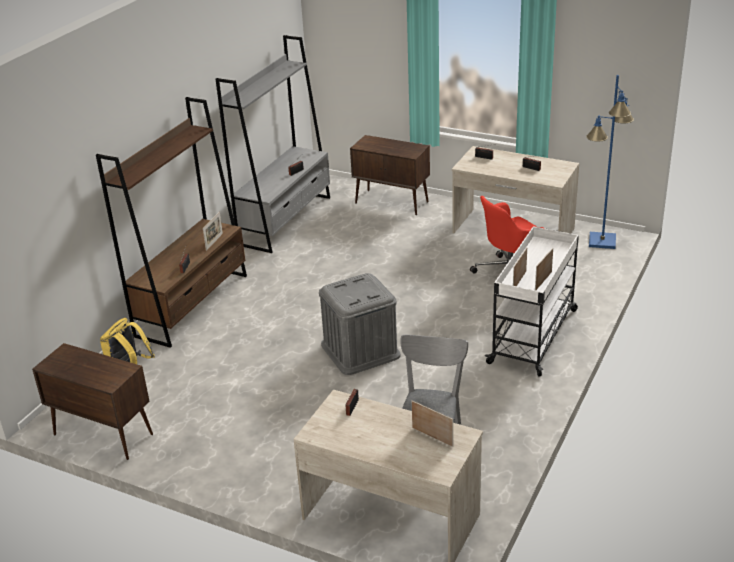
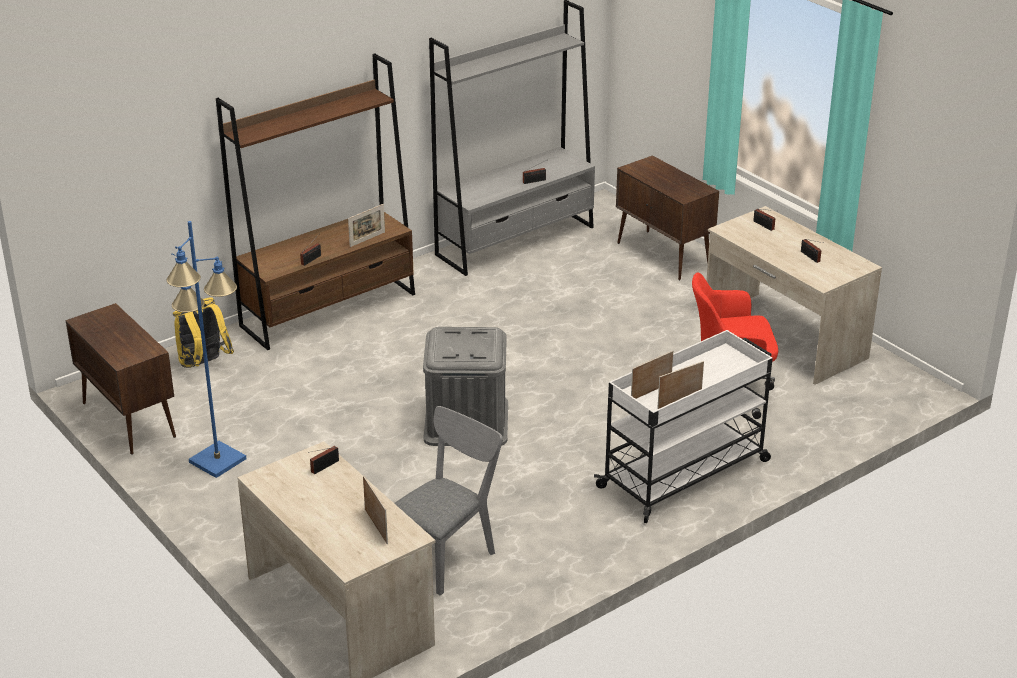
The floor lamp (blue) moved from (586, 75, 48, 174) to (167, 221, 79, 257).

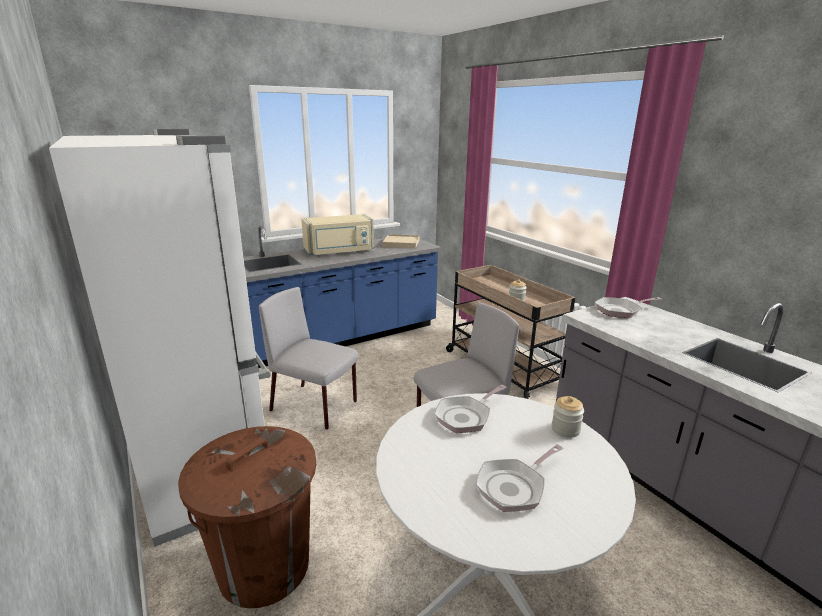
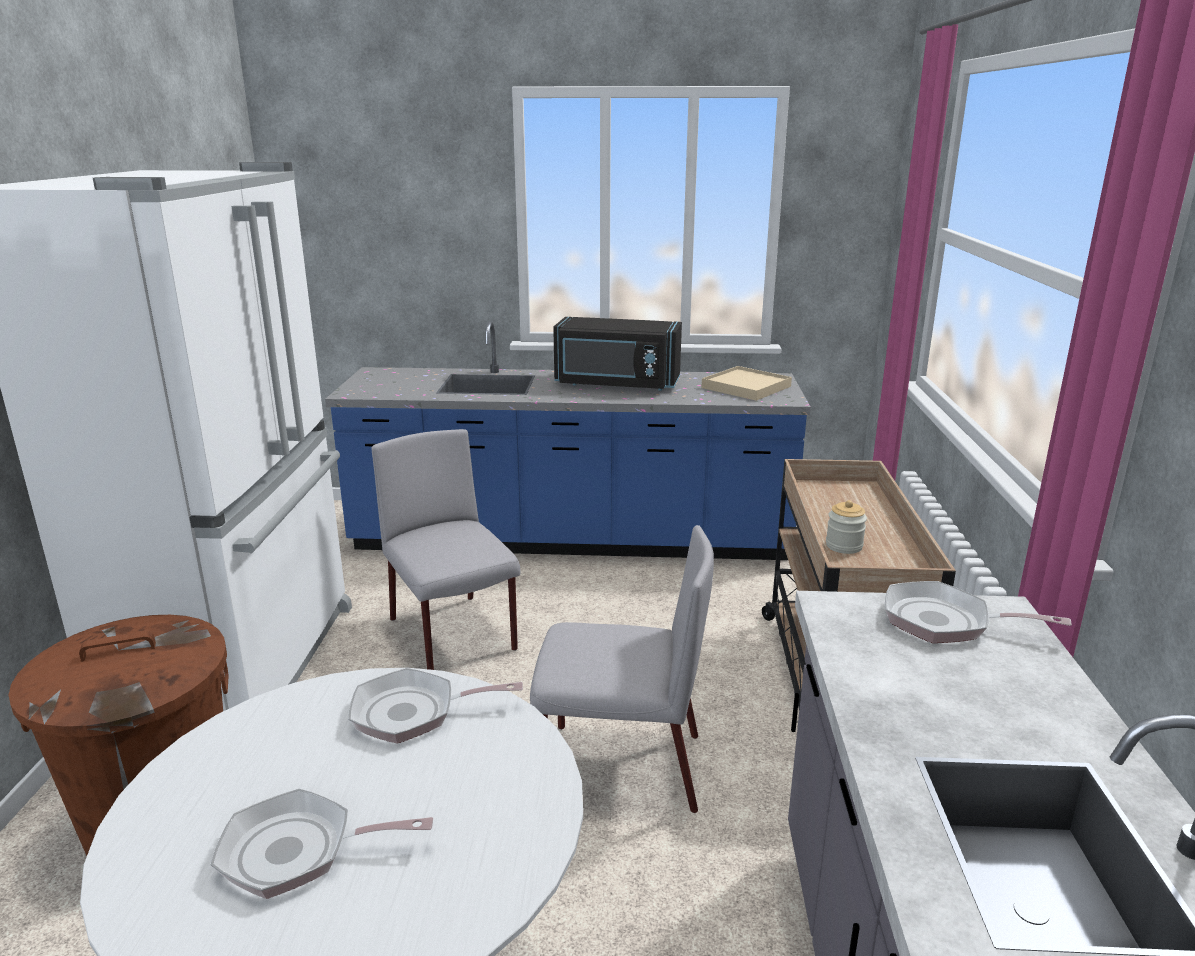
The microwave (beige) at (301, 214, 73, 42) became the microwave (black) at (553, 317, 129, 74). The jar at (552, 396, 32, 42) disappeared.

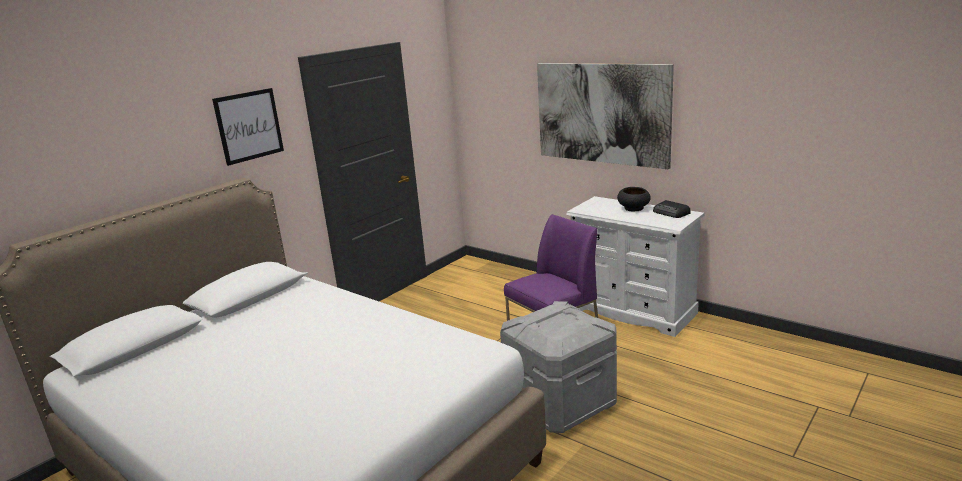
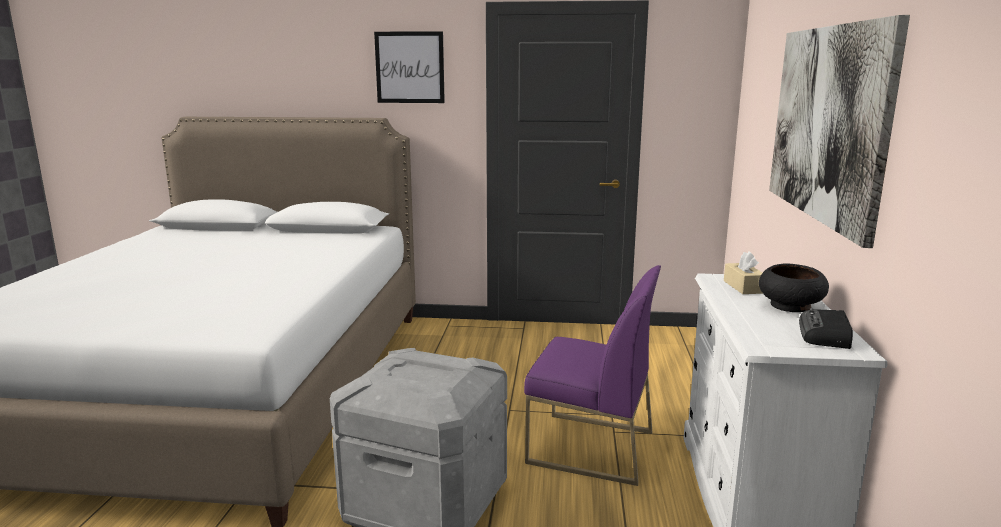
The tissue box (beige) at (724, 251, 39, 43) appeared.

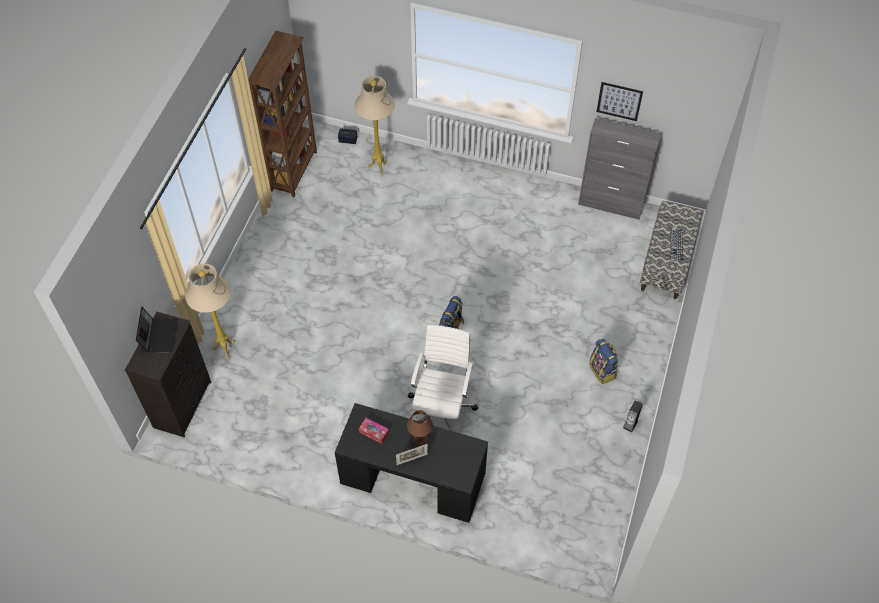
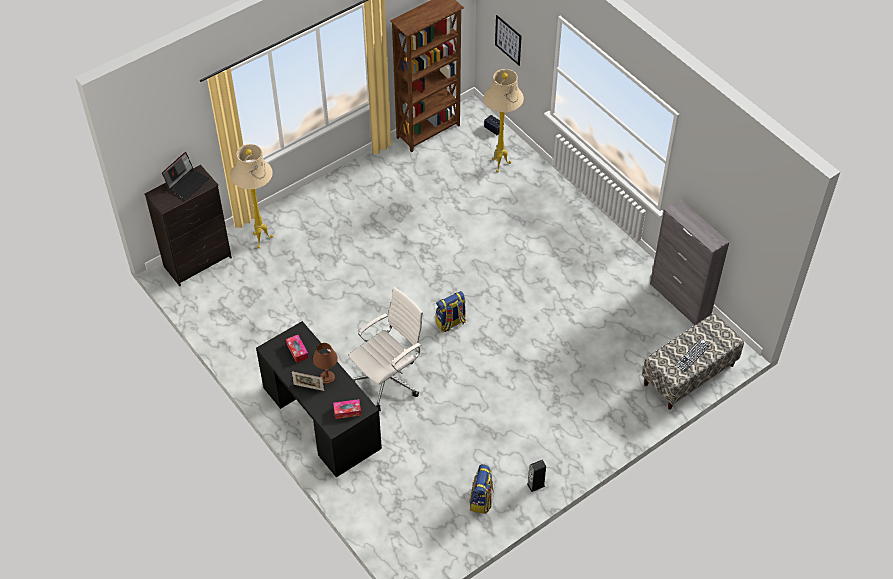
The tissue box at (333, 399, 28, 20) appeared. The backpack moved from (589, 339, 30, 45) to (469, 464, 25, 50). The picture moved from (597, 82, 46, 39) to (495, 15, 27, 51).

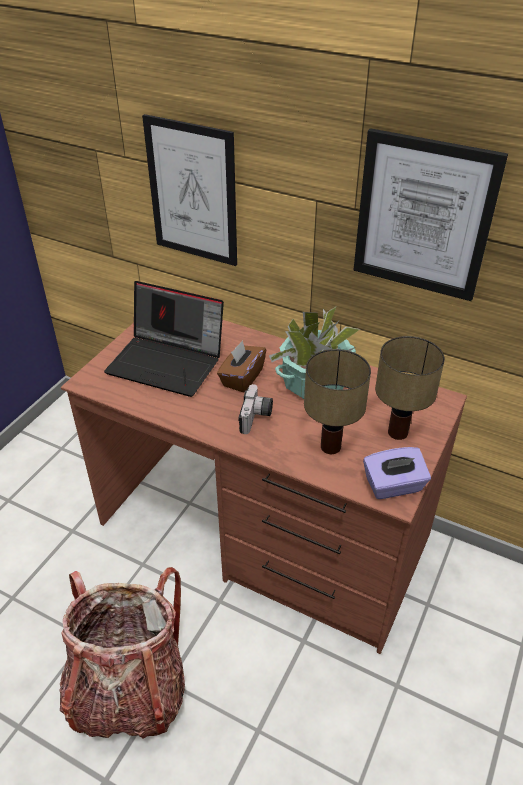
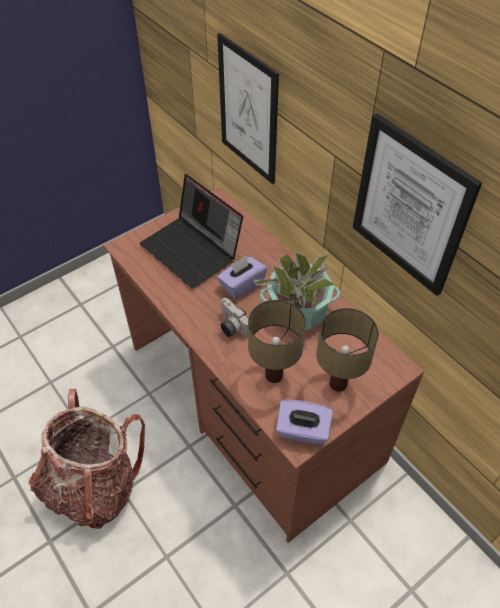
The tissue box (brown) at (217, 340, 49, 53) became the tissue box (purple) at (217, 256, 50, 43). The photo camera at (238, 384, 35, 50) turned 105 degrees clockwise.

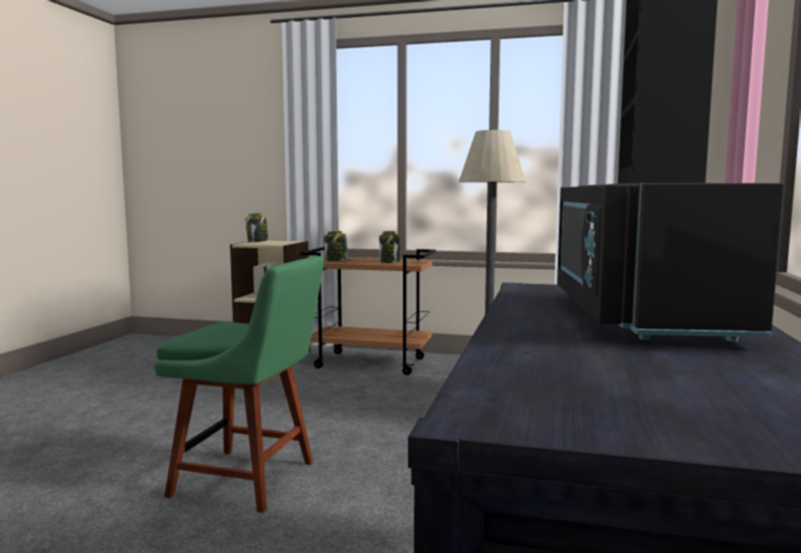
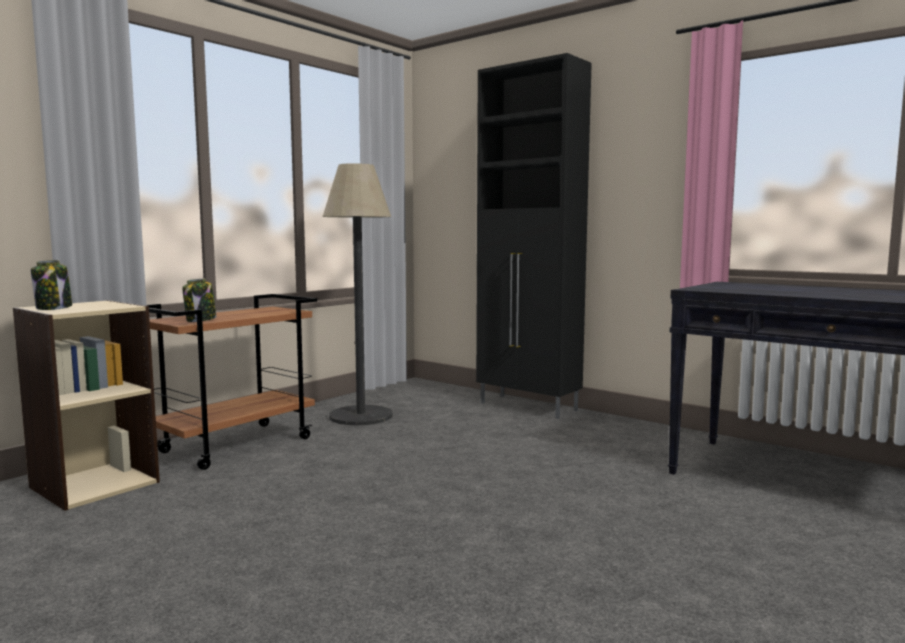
The chair (green) at (154, 256, 170, 257) disappeared. The jar at (379, 231, 21, 32) disappeared. The microwave (black) at (557, 183, 227, 159) disappeared.

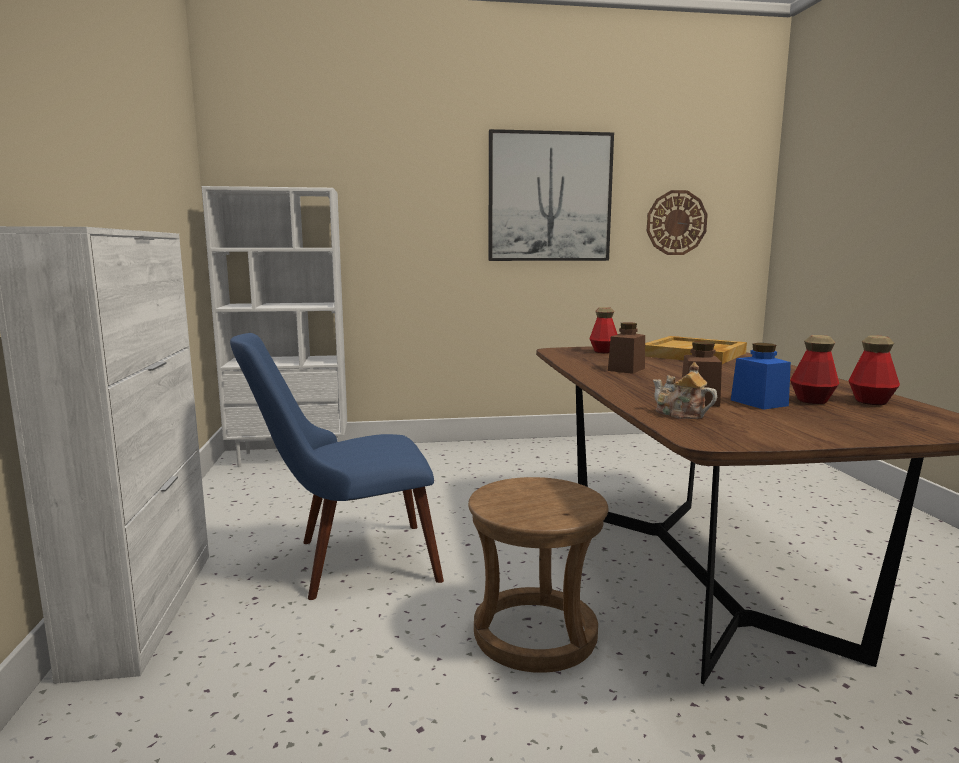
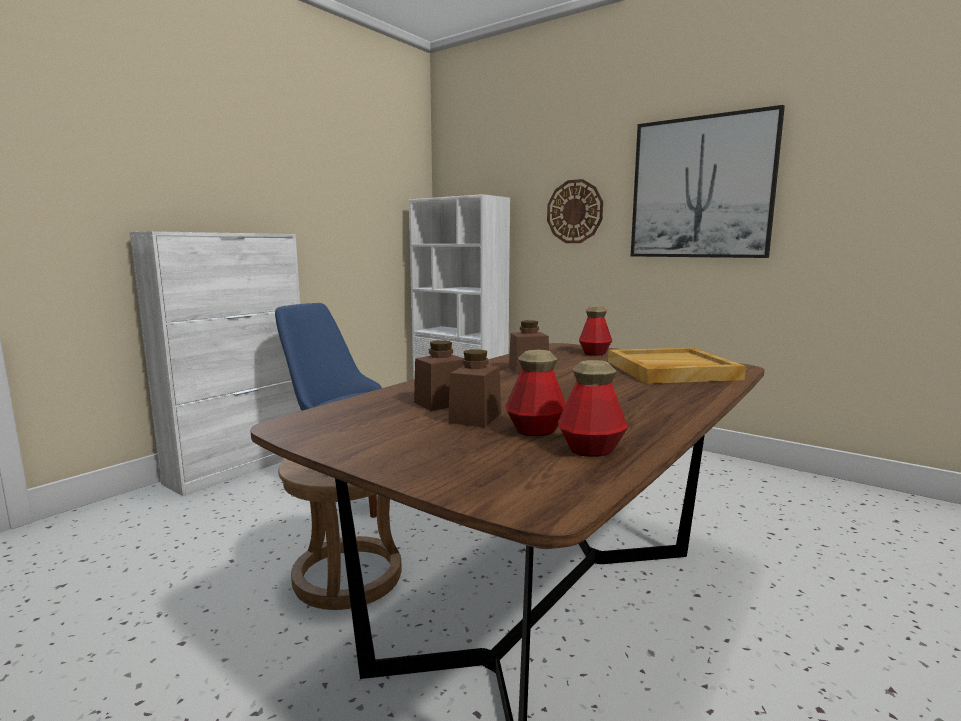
The jar (blue) at (731, 343, 60, 66) became the jar (brown) at (448, 349, 53, 78). The wall clock moved from (647, 190, 61, 65) to (547, 179, 56, 64). The teapot at (653, 362, 64, 57) disappeared.

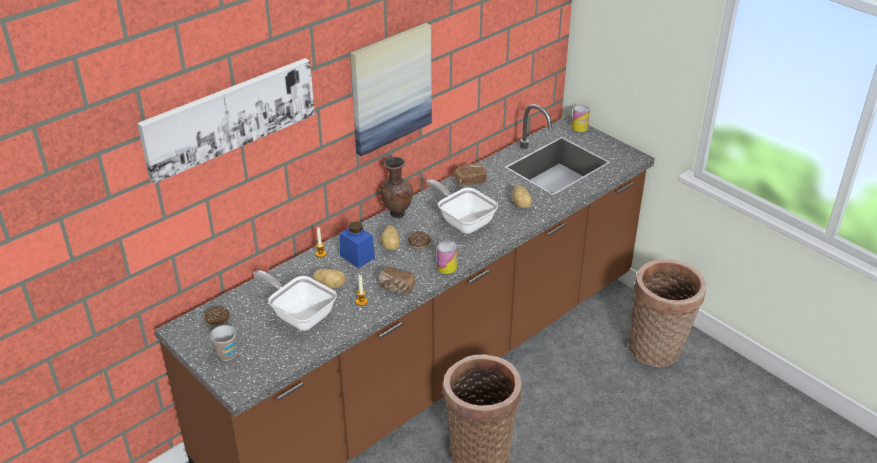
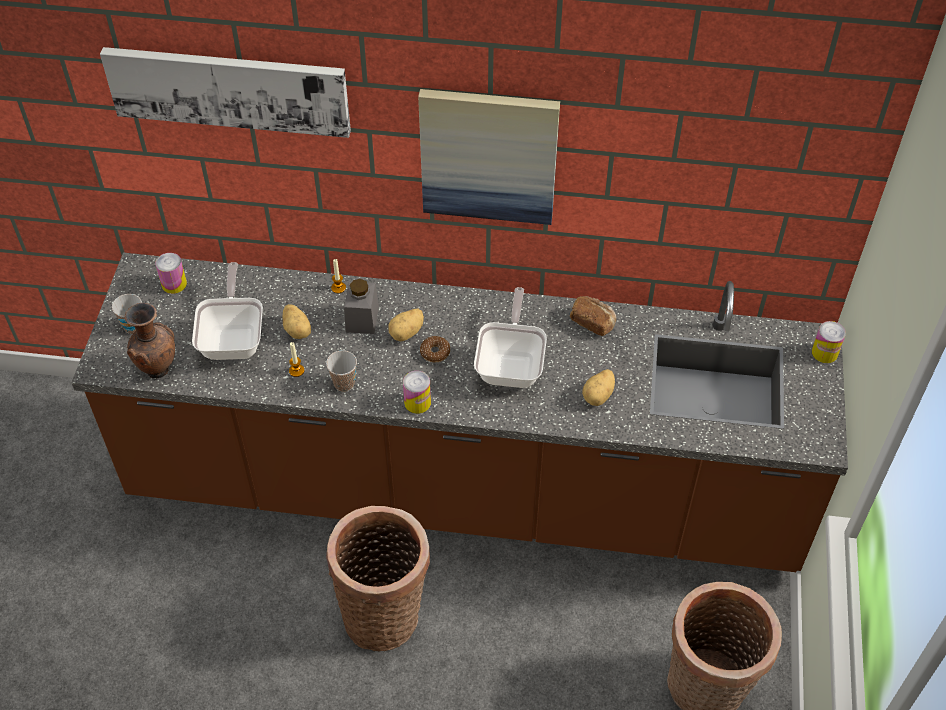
The vase (brown) moved from (380, 157, 33, 61) to (125, 303, 50, 75). The donut at (204, 306, 26, 20) was replaced by the can at (155, 253, 32, 41). The bread at (378, 267, 37, 26) was replaced by the cup at (326, 350, 31, 42). The jar (blue) at (340, 221, 35, 47) became the jar (grey) at (344, 279, 35, 55).

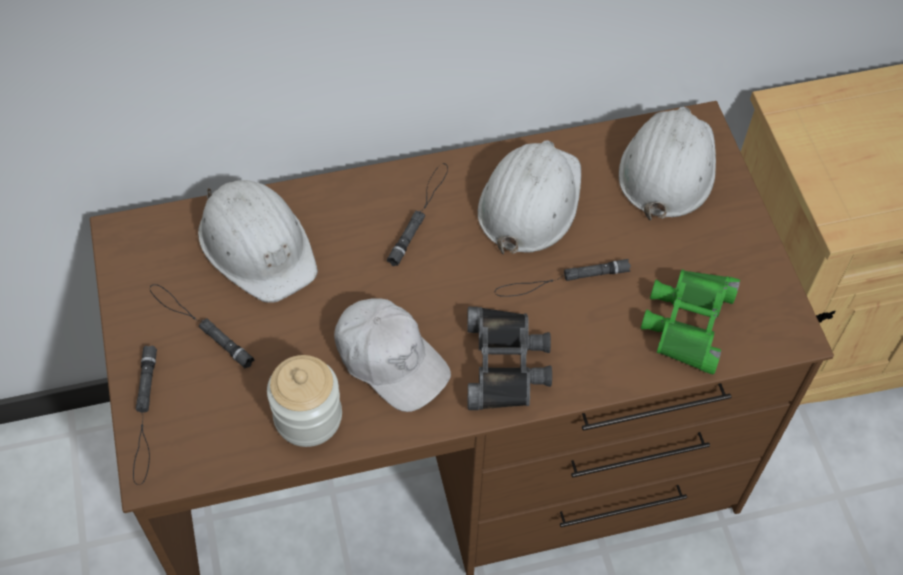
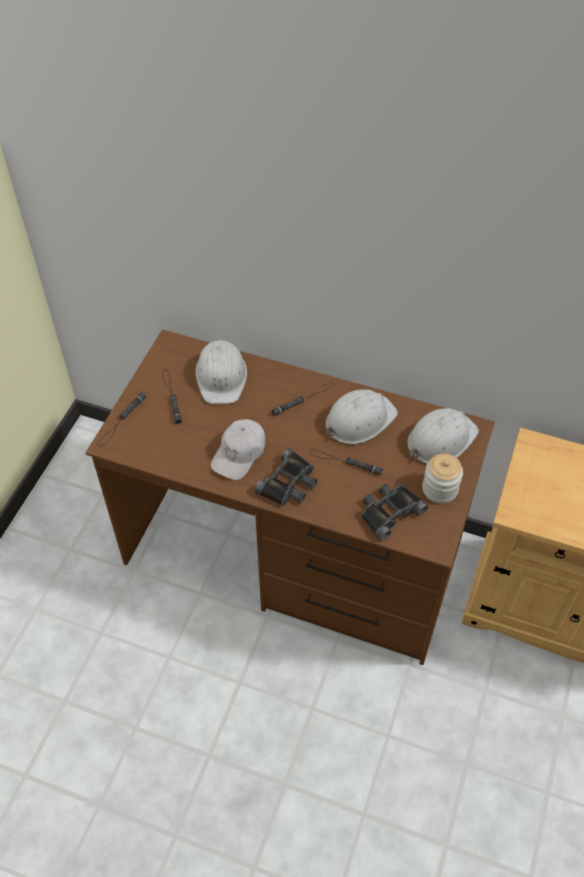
The cap (white) at (334, 299, 117, 113) turned 45 degrees clockwise. The binoculars (green) at (641, 269, 99, 105) became the binoculars (black) at (361, 484, 67, 57). The jar moved from (267, 355, 75, 92) to (422, 453, 41, 51).

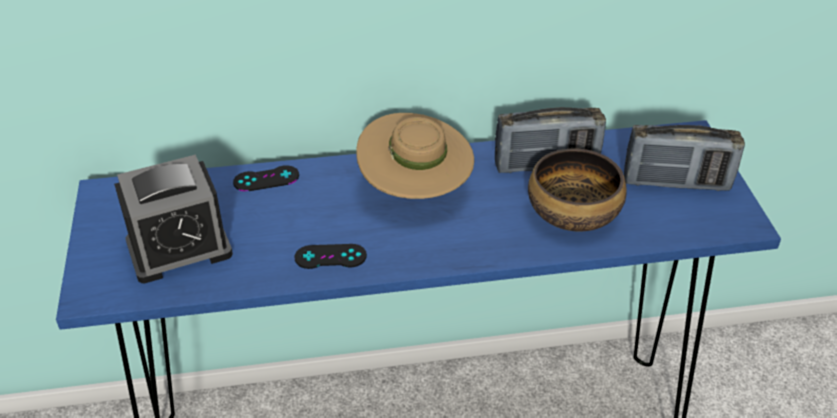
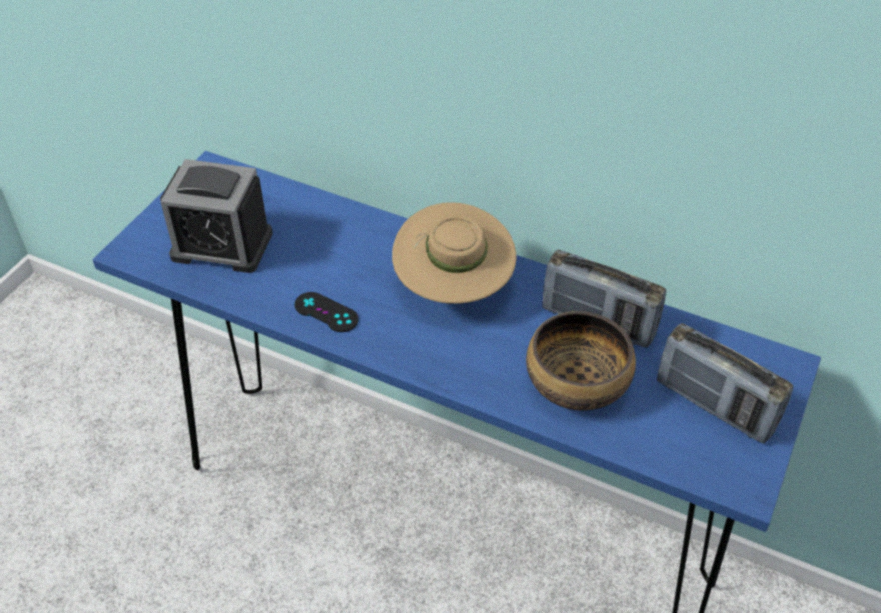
The game controller (black) at (233, 165, 66, 27) disappeared.

